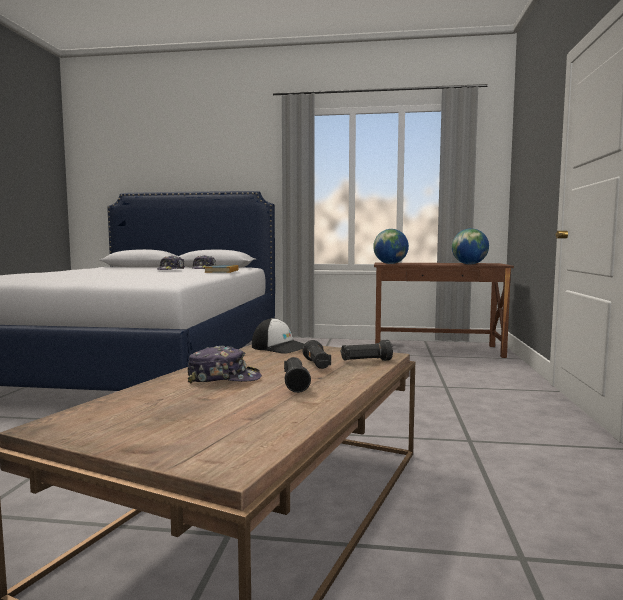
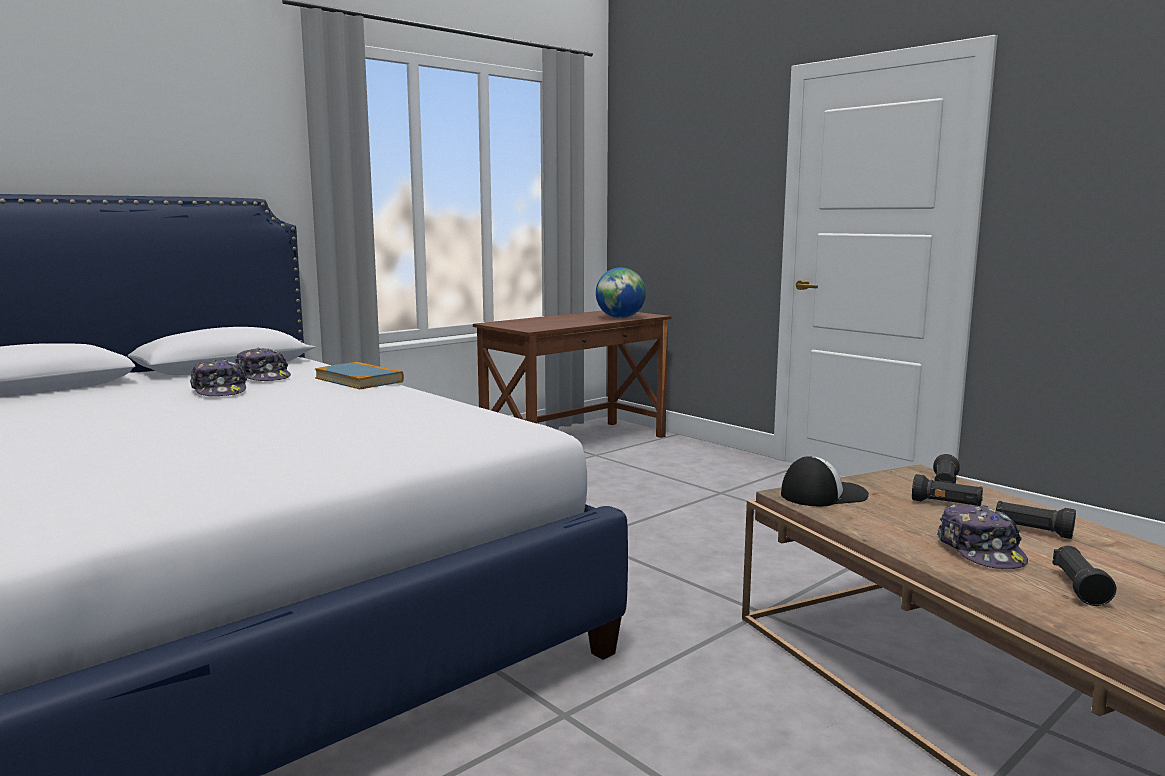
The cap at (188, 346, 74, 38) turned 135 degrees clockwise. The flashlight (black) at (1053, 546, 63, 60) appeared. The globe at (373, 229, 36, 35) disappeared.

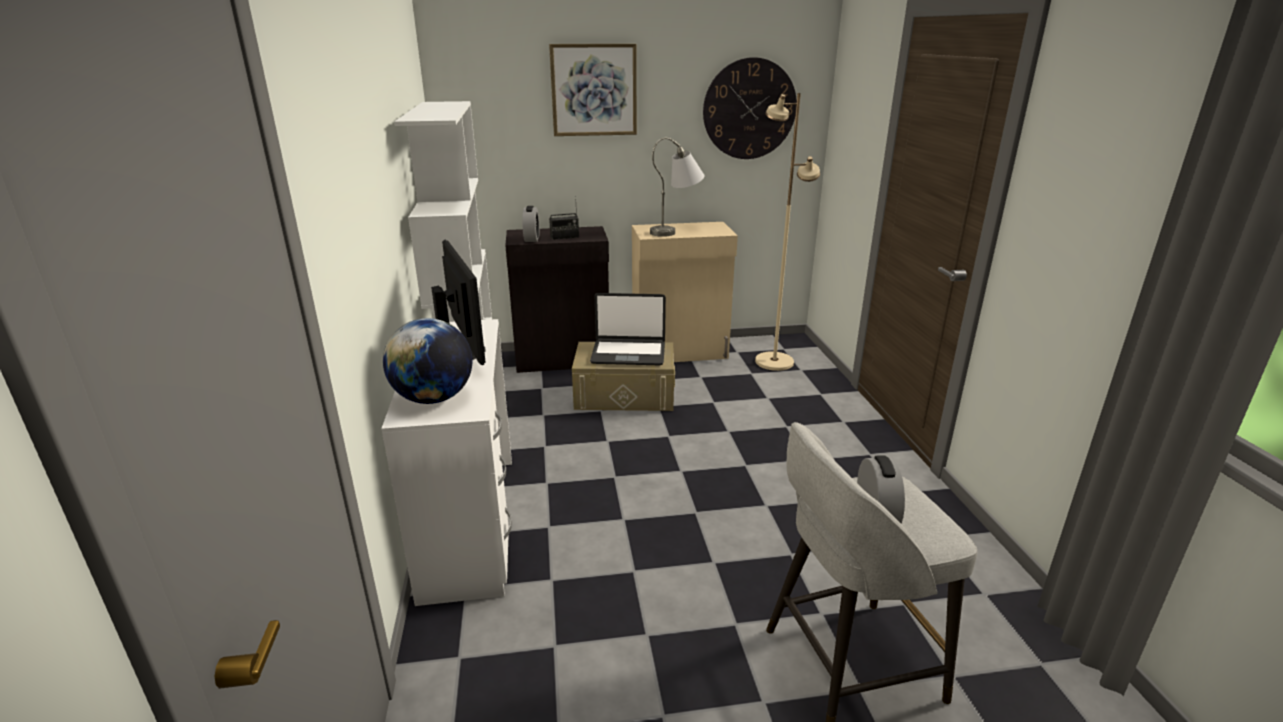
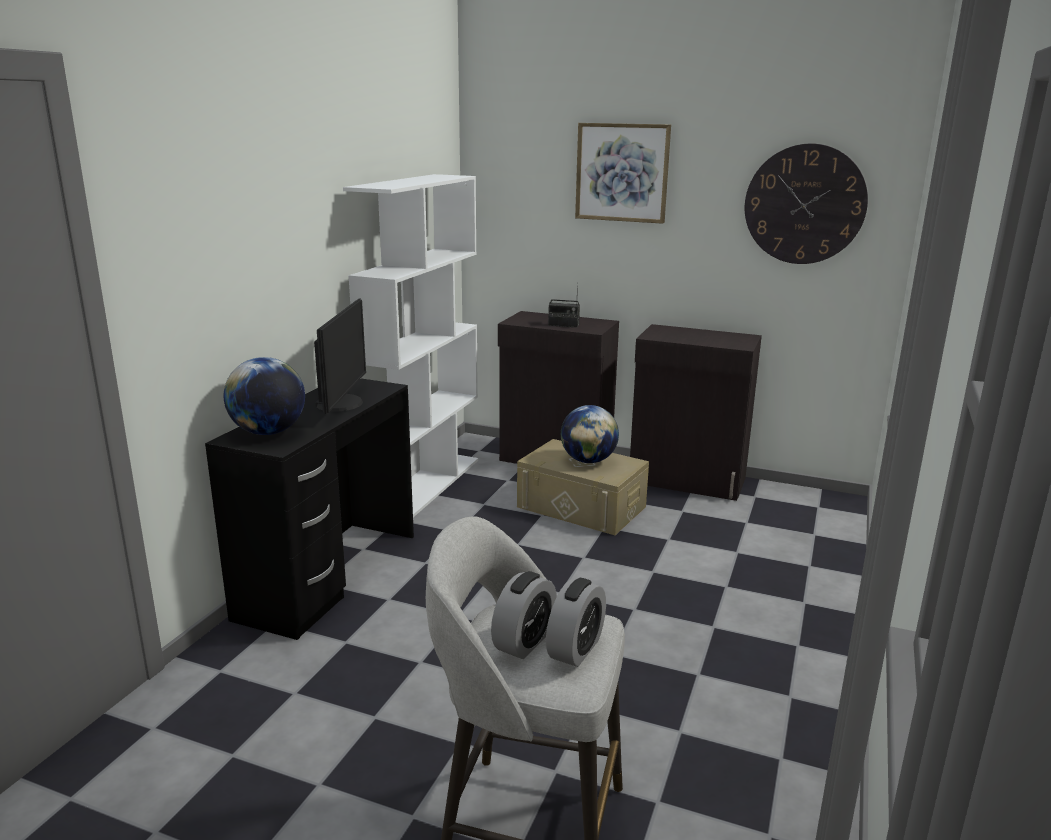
The desk (white) at (381, 319, 131, 287) became the desk (black) at (205, 379, 209, 261). The alarm clock moved from (522, 206, 17, 36) to (546, 578, 60, 89). The laptop at (590, 293, 76, 72) was replaced by the globe at (561, 405, 58, 58). The cabinet (beige) at (632, 222, 106, 140) became the cabinet (black) at (630, 324, 132, 177). The table lamp (grey) at (650, 137, 54, 100) disappeared. The floor lamp (beige) at (755, 93, 65, 278) disappeared.

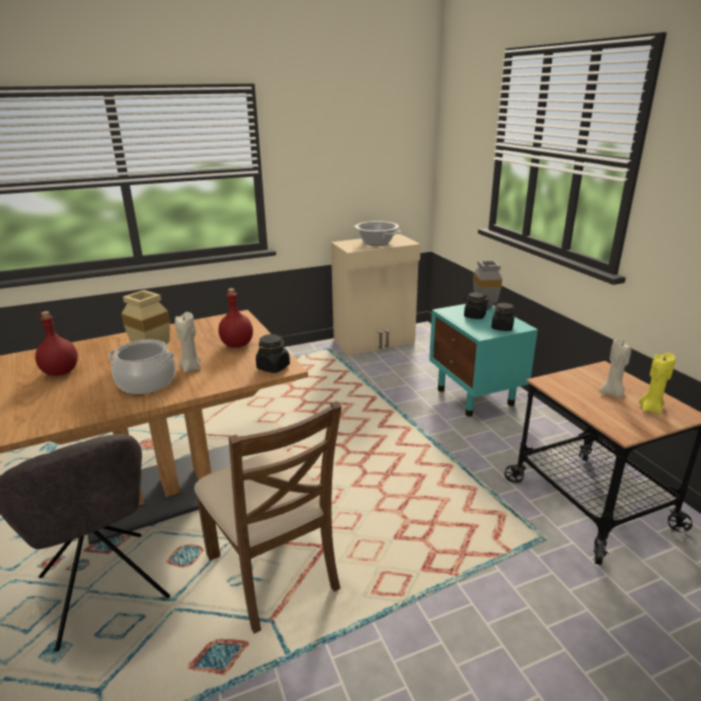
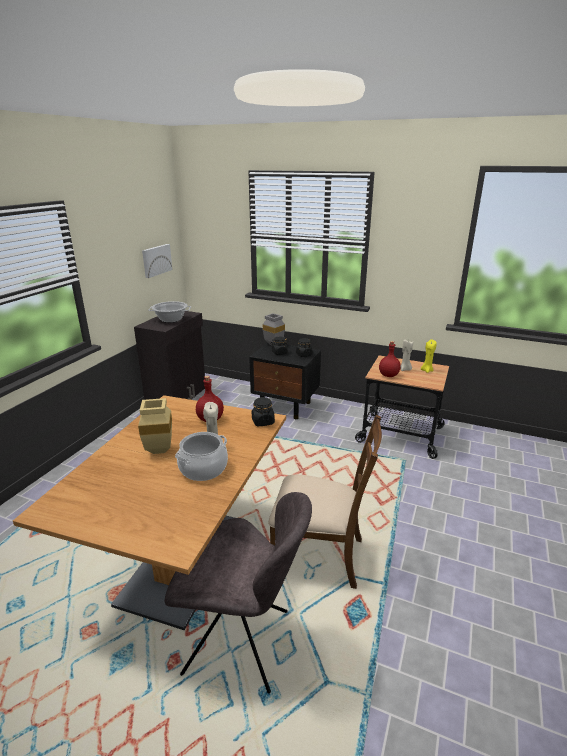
The cabinet (beige) at (331, 234, 90, 121) became the cabinet (black) at (134, 311, 71, 89). The picture at (142, 244, 30, 34) appeared. The nightstand (turquoise) at (429, 304, 109, 113) became the nightstand (black) at (249, 343, 72, 76). The bottle (red) moved from (35, 311, 43, 65) to (379, 341, 22, 36).

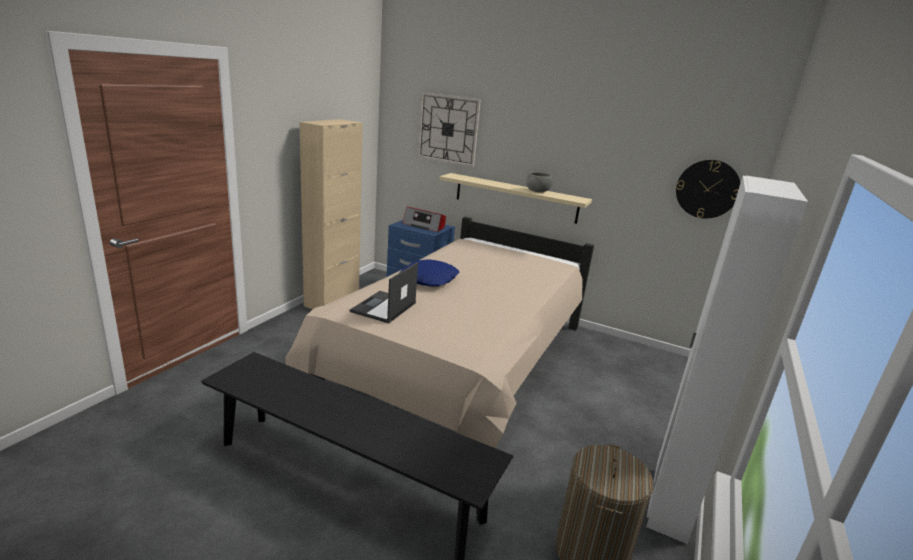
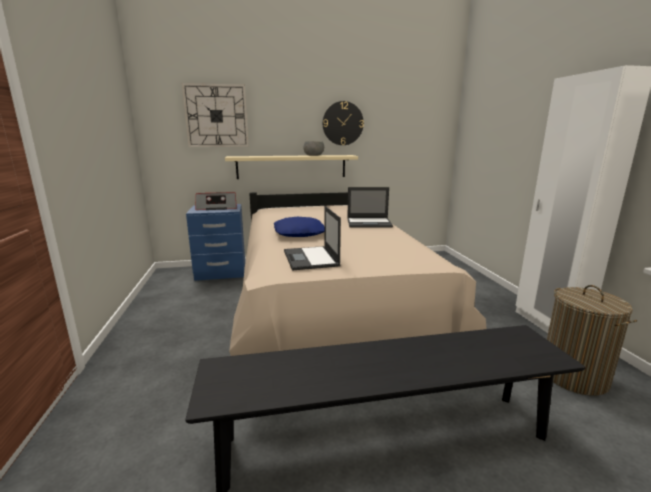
The wall clock moved from (676, 160, 64, 58) to (322, 101, 42, 44). The laptop at (347, 187, 46, 40) appeared. The cabinet (beige) at (299, 119, 64, 190) disappeared.

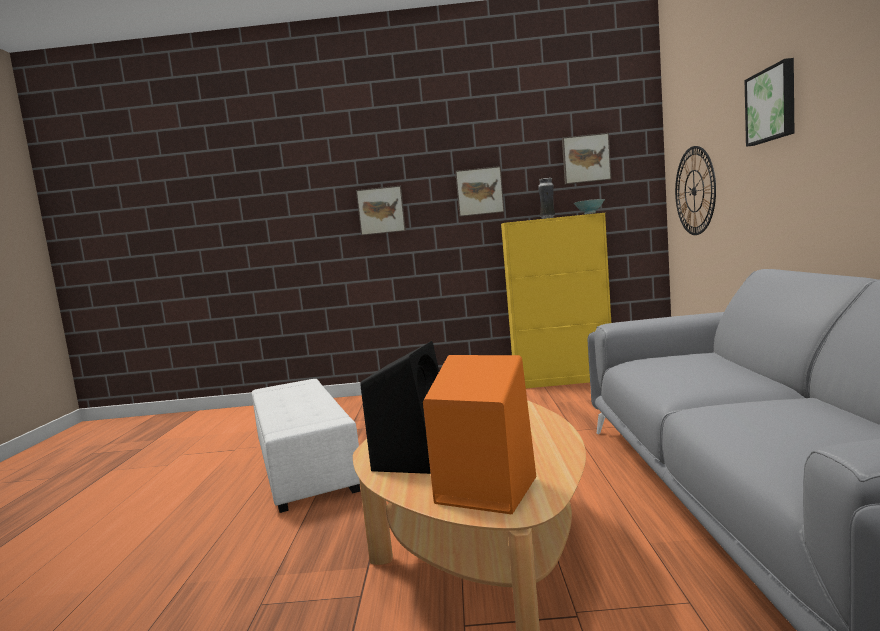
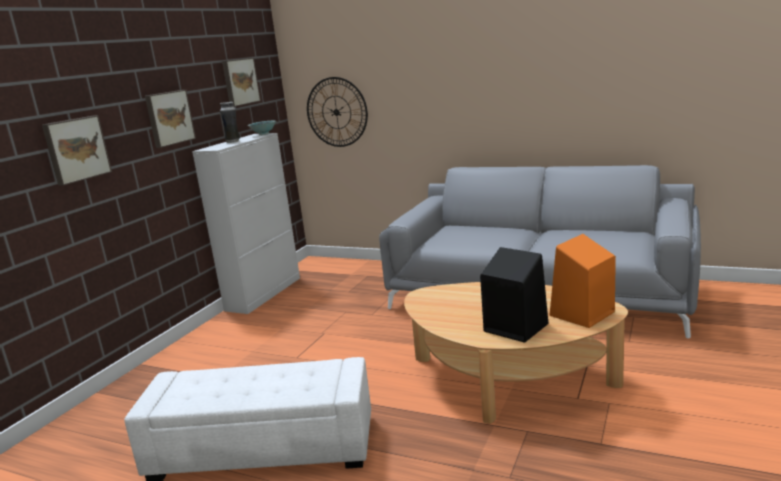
The cabinet (yellow) at (501, 213, 110, 175) became the cabinet (white) at (192, 133, 108, 181). The picture at (745, 58, 49, 89) disappeared.

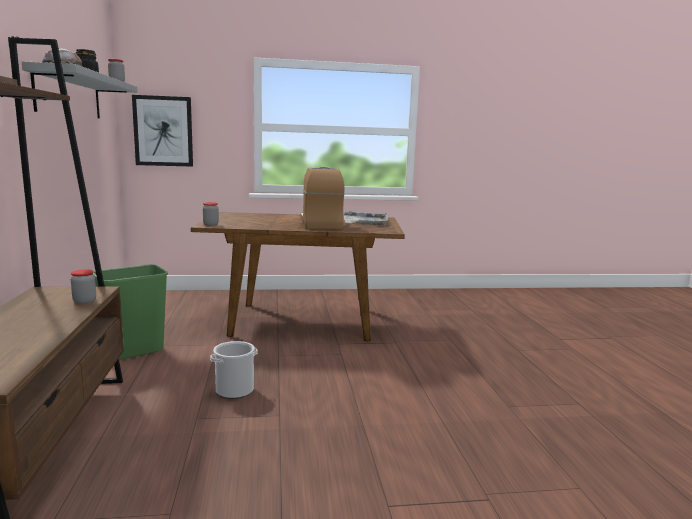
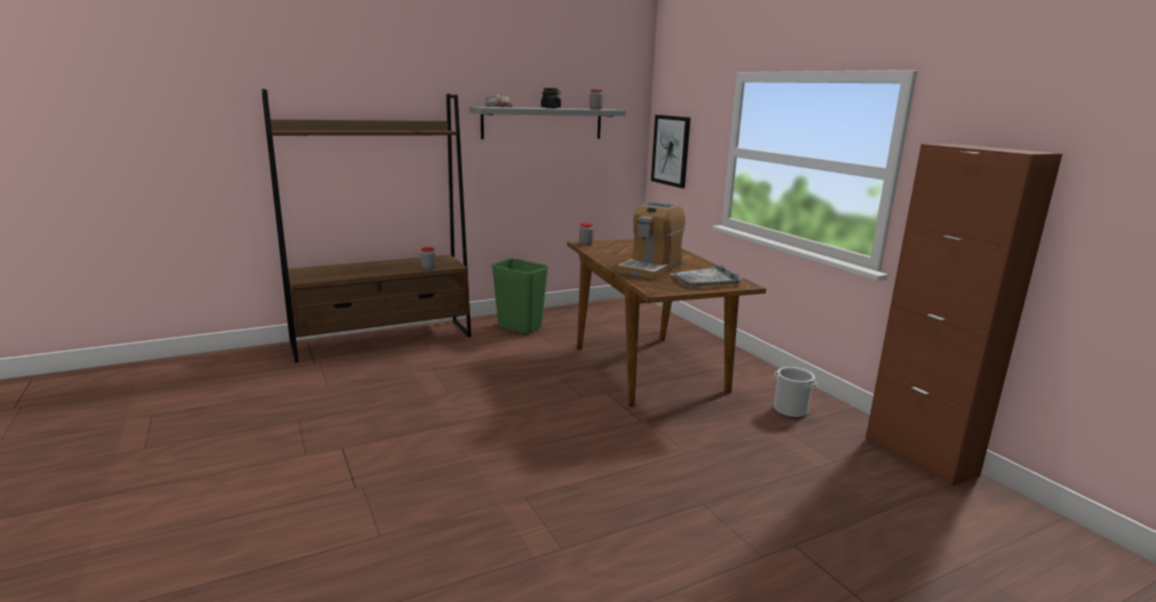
The coffee machine at (301, 167, 44, 62) turned 150 degrees clockwise. The bucket moved from (210, 341, 48, 58) to (774, 367, 43, 51). The cabinet (brown) at (866, 144, 196, 343) appeared.

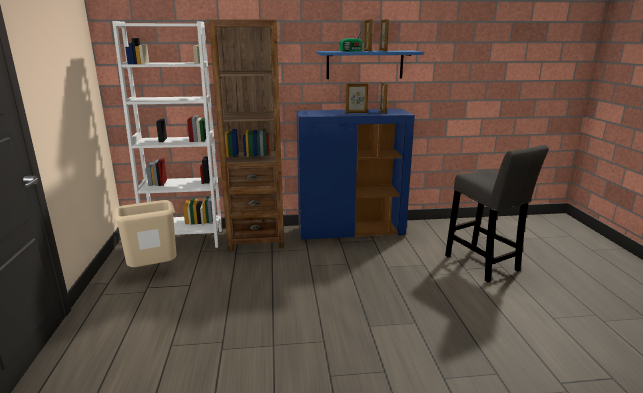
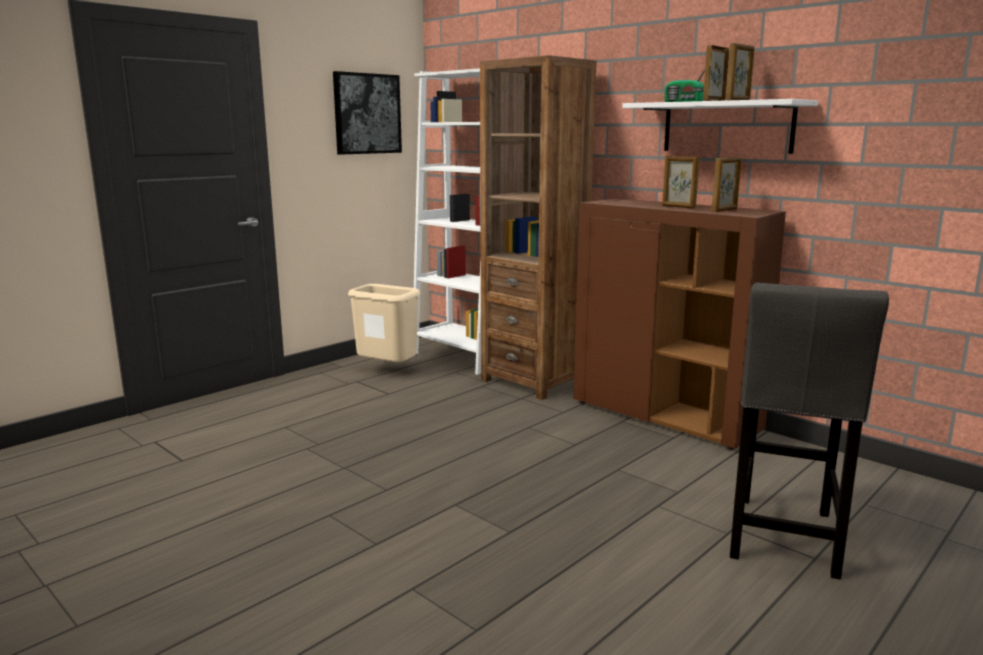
The picture at (333, 71, 69, 84) appeared. The cabinet (blue) at (297, 109, 118, 132) became the cabinet (brown) at (573, 198, 213, 252). The shelf (blue) at (317, 51, 107, 28) became the shelf (white) at (622, 99, 196, 55).

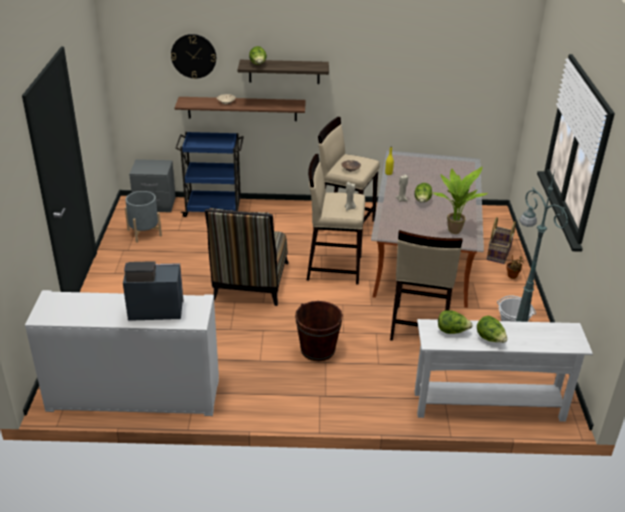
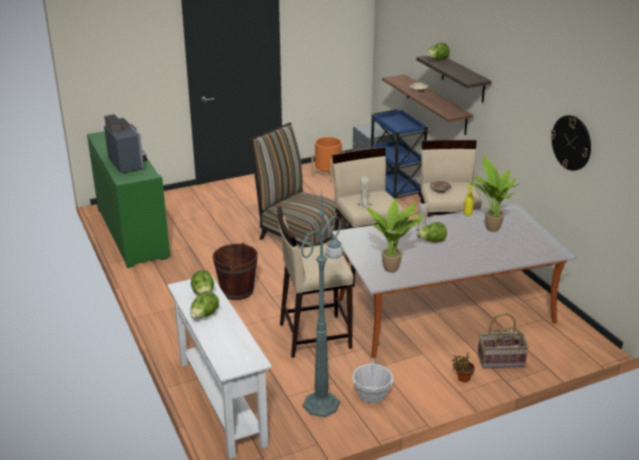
The cabinet (white) at (25, 290, 194, 126) became the cabinet (green) at (87, 131, 83, 137). The chair at (205, 208, 84, 98) turned 60 degrees clockwise. The planter (grey) at (125, 191, 37, 52) became the planter (orange) at (311, 137, 33, 46). The potted plant at (467, 155, 53, 77) appeared. The wall clock moved from (171, 34, 45, 45) to (550, 115, 41, 56).

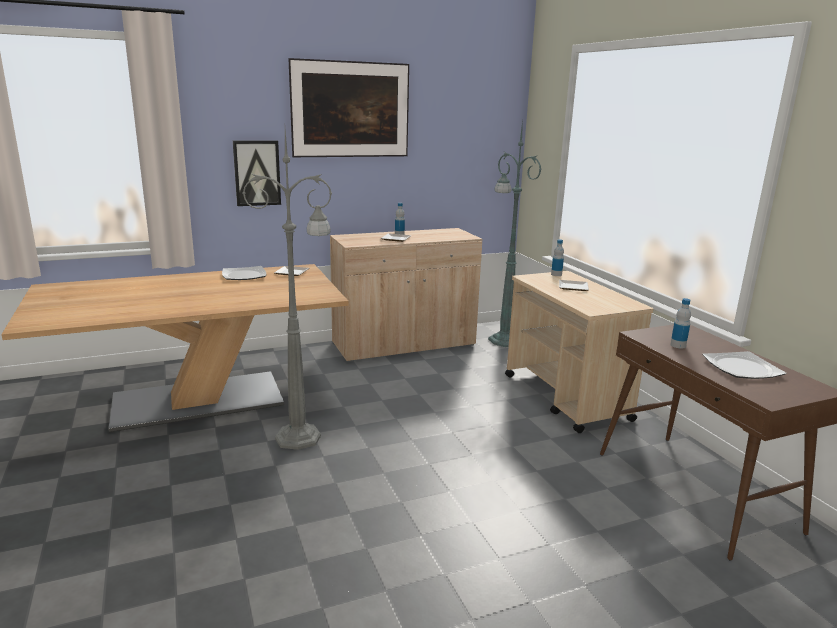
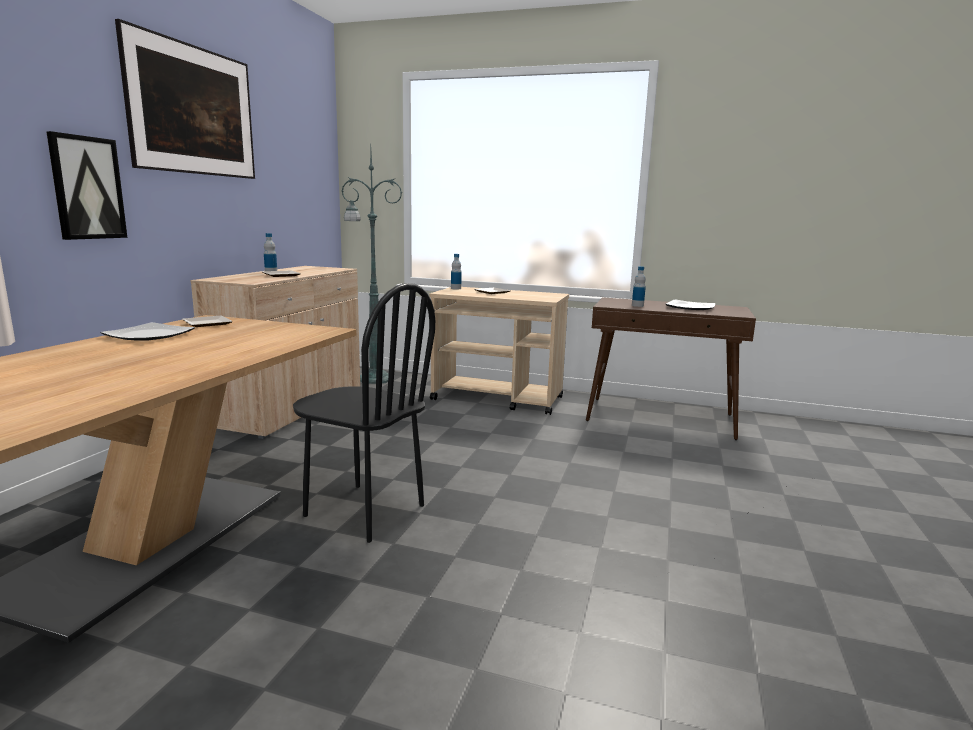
The floor lamp (grey) at (243, 130, 89, 320) was replaced by the chair (black) at (293, 283, 142, 260).

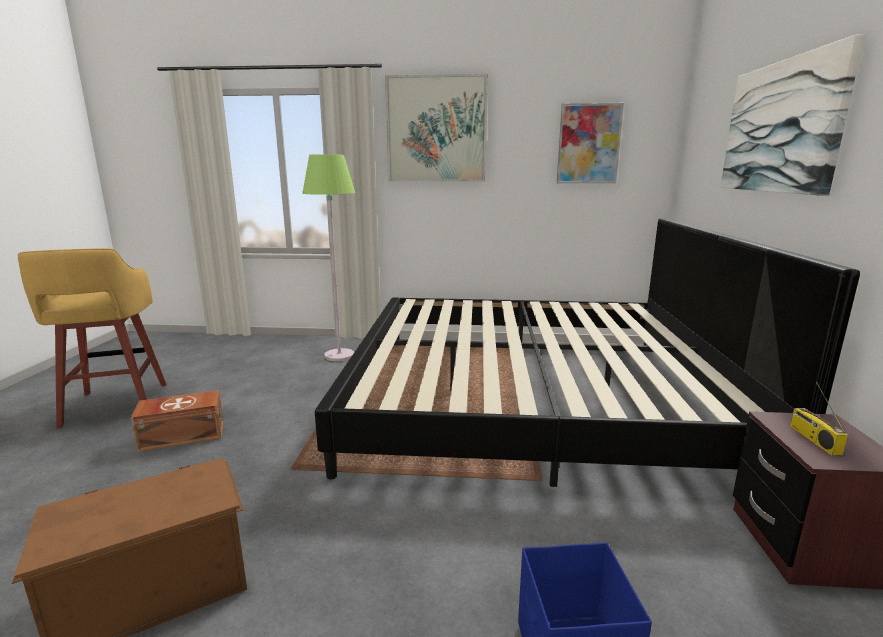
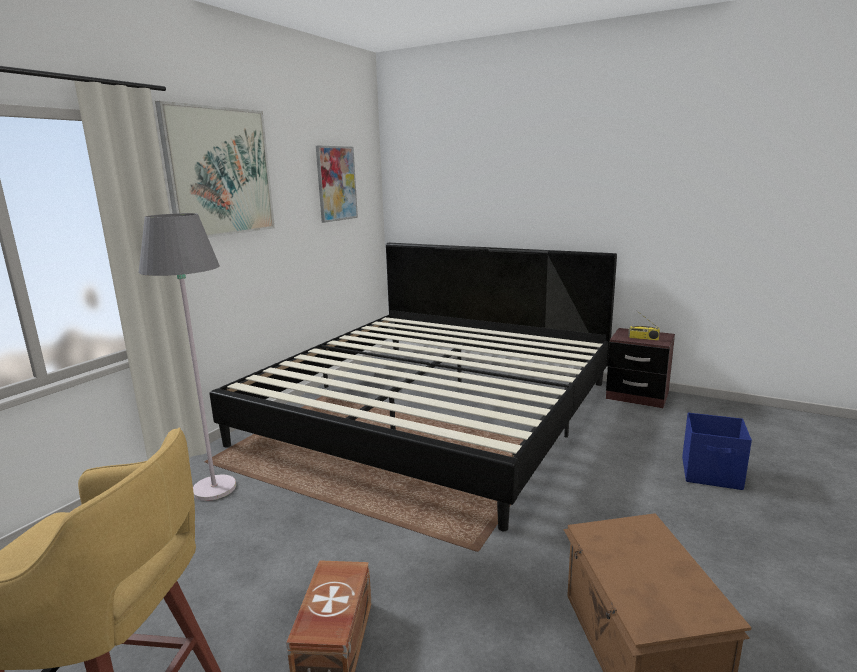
The floor lamp (green) at (302, 154, 53, 207) became the floor lamp (grey) at (139, 213, 97, 288). The picture at (720, 34, 145, 162) disappeared.

